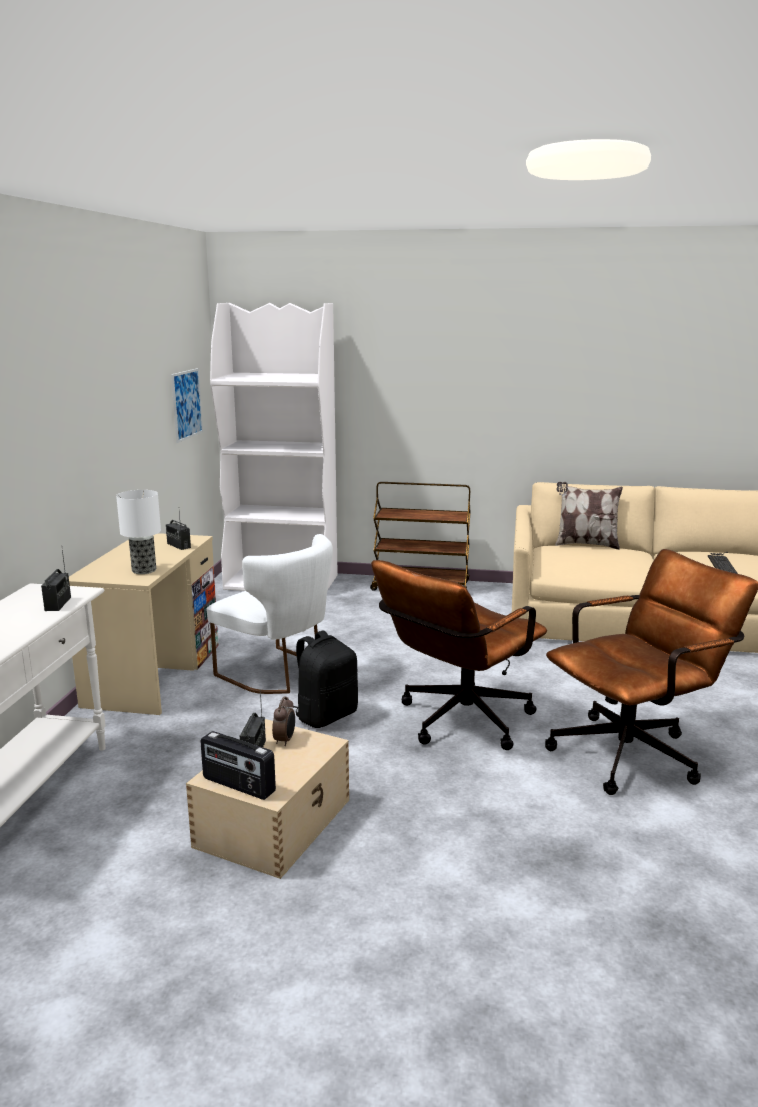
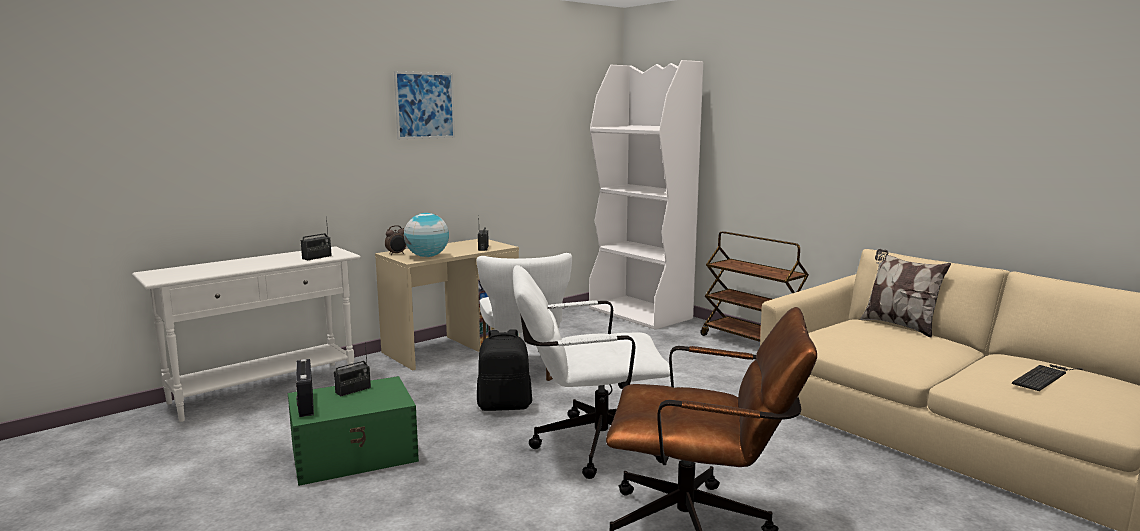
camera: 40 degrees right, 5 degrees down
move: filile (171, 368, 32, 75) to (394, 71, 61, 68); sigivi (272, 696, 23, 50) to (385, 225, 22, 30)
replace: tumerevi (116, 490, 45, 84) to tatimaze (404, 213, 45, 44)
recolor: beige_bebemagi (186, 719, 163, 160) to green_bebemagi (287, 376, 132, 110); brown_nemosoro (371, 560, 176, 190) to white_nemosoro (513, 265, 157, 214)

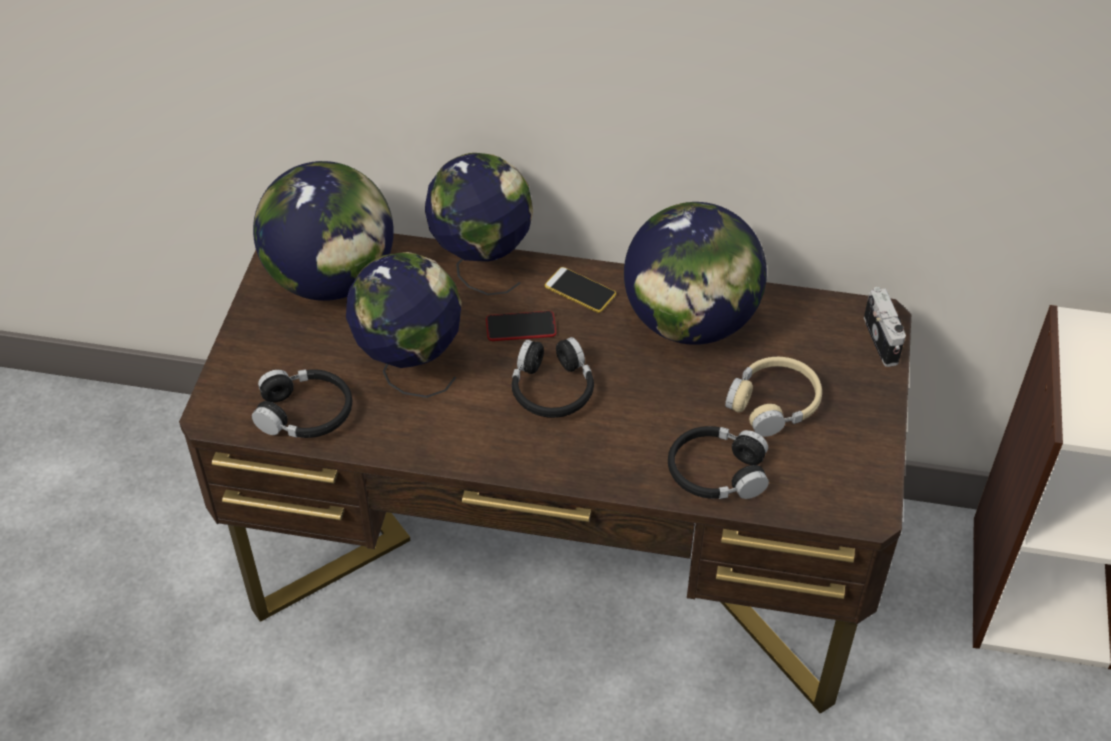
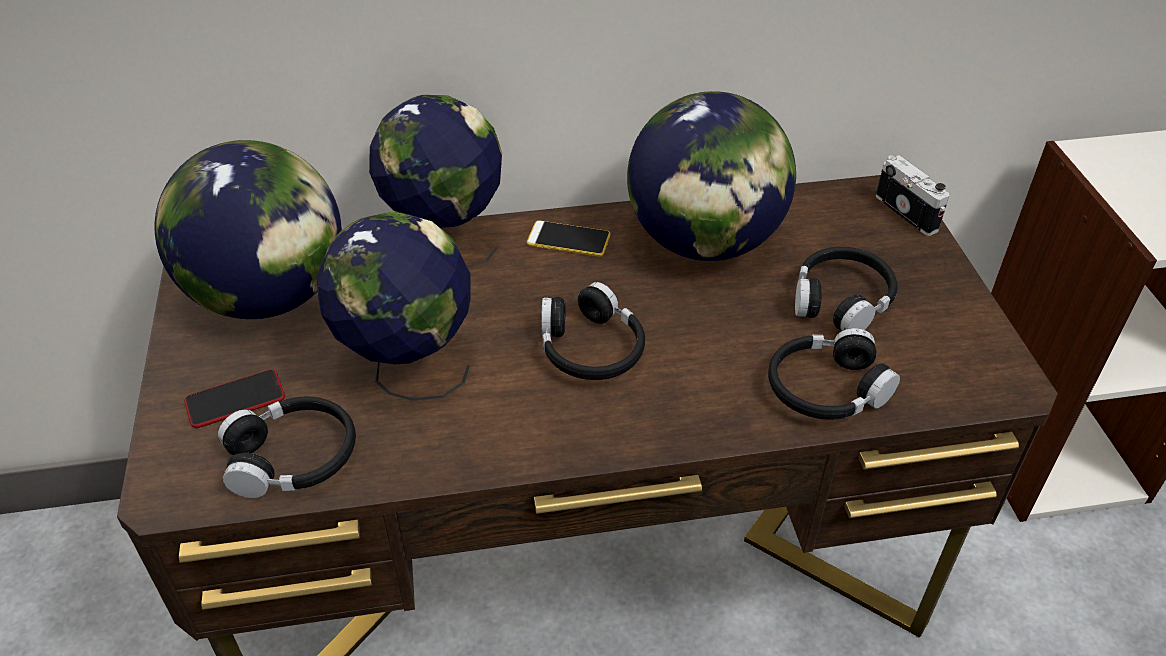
camera: 20 degrees left, 5 degrees down
move: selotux (486, 311, 70, 30) to (184, 369, 101, 59)
recolor: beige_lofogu (725, 357, 97, 80) to black_lofogu (795, 247, 103, 84)

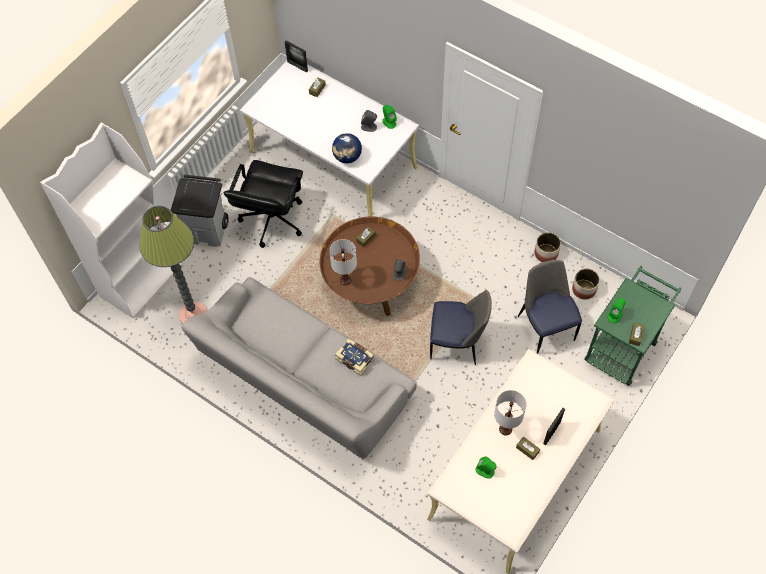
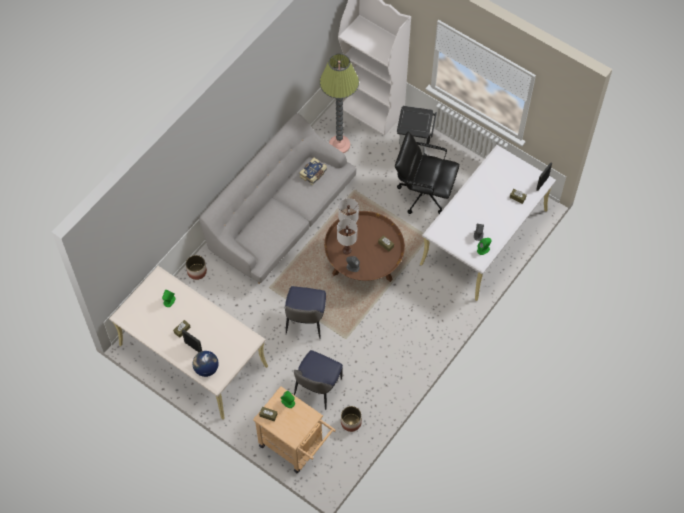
camera: 90 degrees right, 0 degrees up
move: tatimaze (332, 133, 30, 30) to (193, 351, 26, 26); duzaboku (335, 339, 39, 37) to (299, 158, 28, 27); white_tumerevi (494, 390, 33, 45) to (337, 219, 20, 36); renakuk (534, 233, 27, 29) to (186, 255, 21, 25)
recolor: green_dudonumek (584, 266, 97, 120) to beige_dudonumek (253, 386, 83, 87)
rotate: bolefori (518, 260, 64, 94) = (294, 350, 49, 60) 135 degrees clockwise

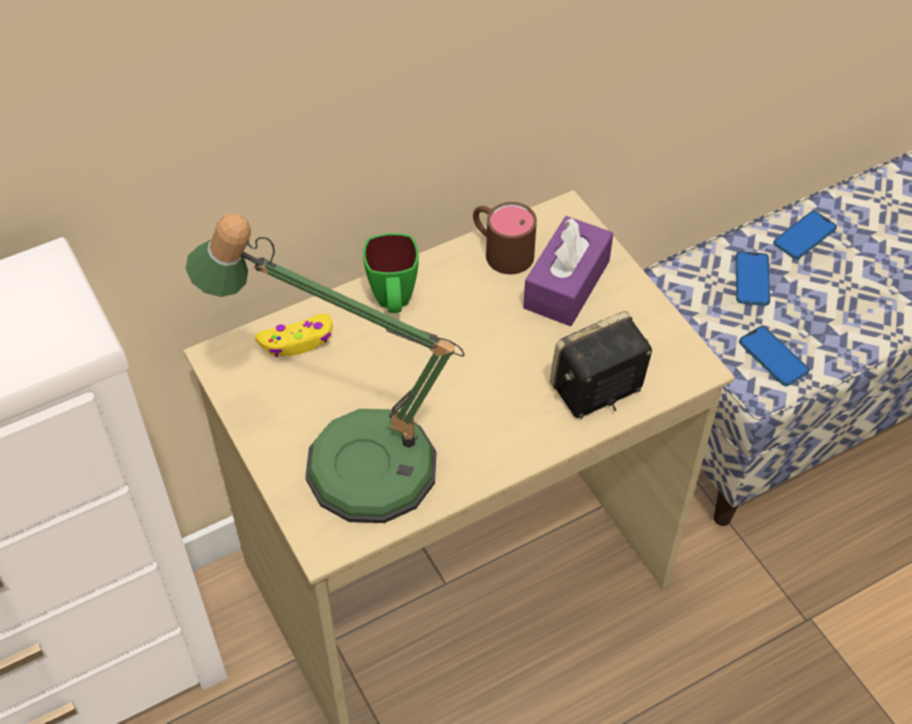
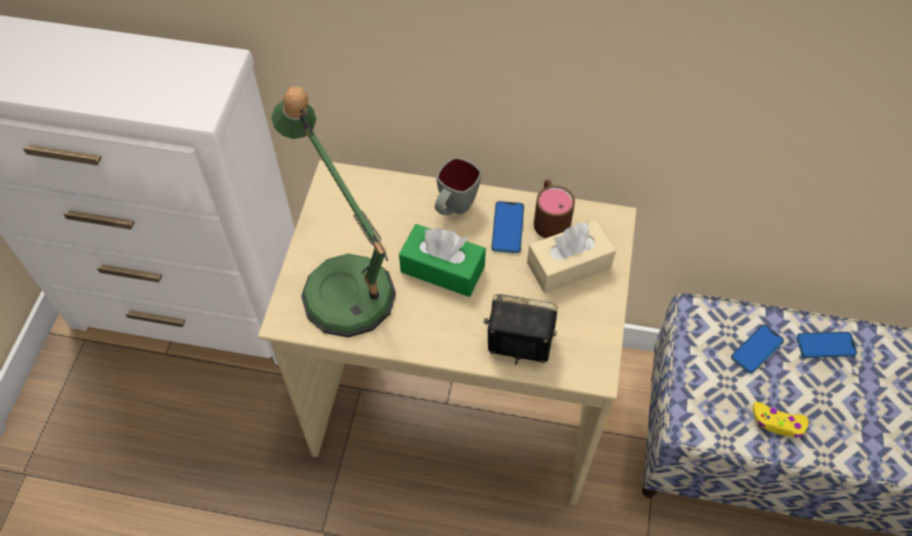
camera: 40 degrees right, 5 degrees up
insert: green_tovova (399, 224, 87, 73)
move: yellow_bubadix (255, 314, 78, 43) to (753, 402, 56, 36); selotux (739, 326, 70, 60) to (491, 201, 33, 52)
recolor: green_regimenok (363, 233, 56, 80) to grey_regimenok (435, 158, 46, 57); purple_tovova (523, 216, 90, 110) to beige_tovova (527, 220, 89, 73)

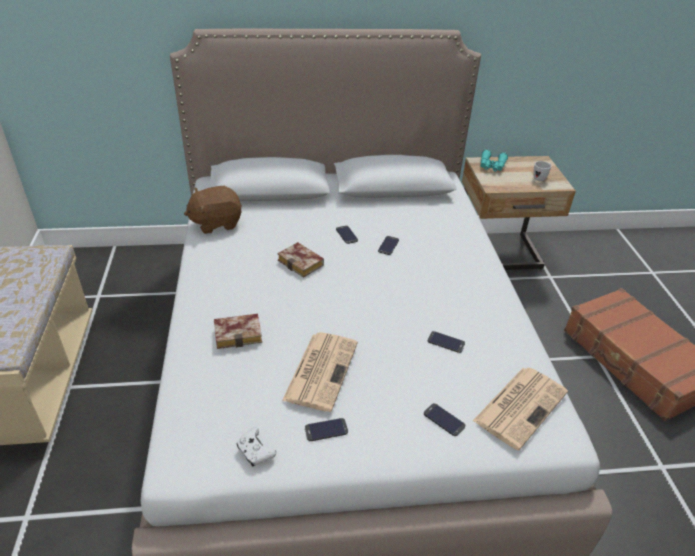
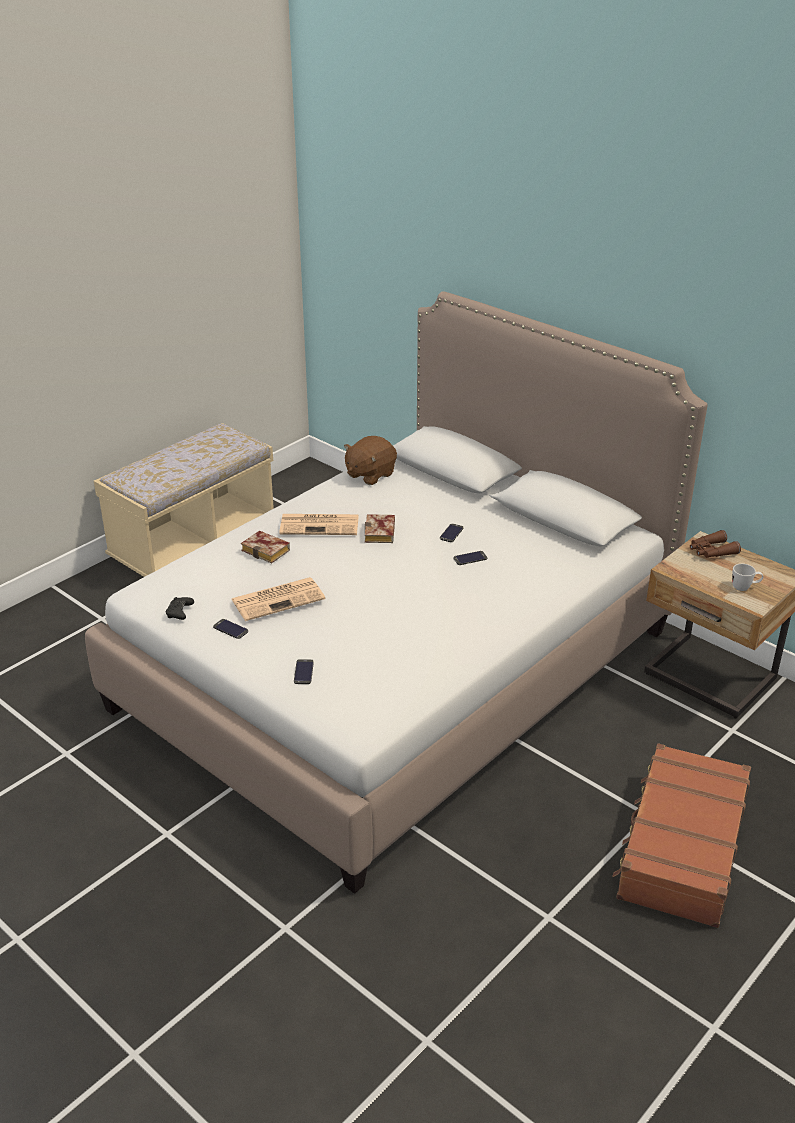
camera: 50 degrees right, 5 degrees down
delete: selotux (428, 331, 37, 22)
move: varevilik (473, 367, 95, 83) to (279, 514, 80, 21)
recolor: white_bubadix (237, 427, 39, 40) to black_bubadix (166, 597, 28, 23); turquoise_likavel (481, 149, 27, 23) to brown_likavel (690, 530, 51, 28)
rotate: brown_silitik (184, 186, 58, 48) = (344, 436, 53, 49) 75 degrees counterclockwise

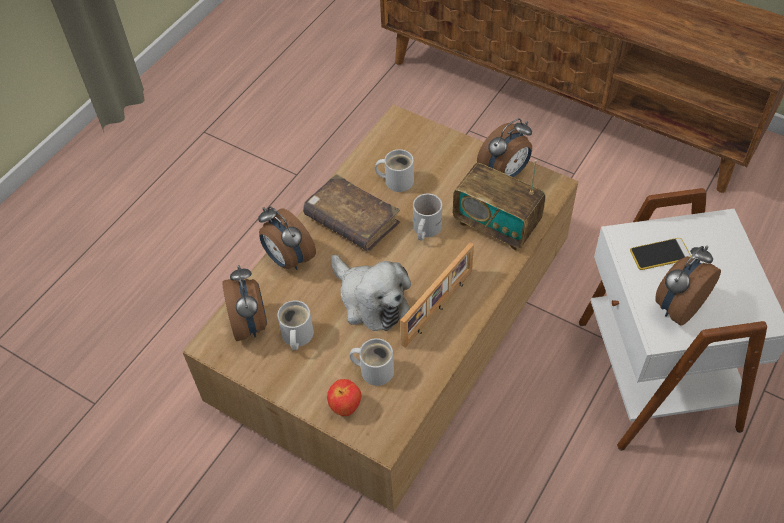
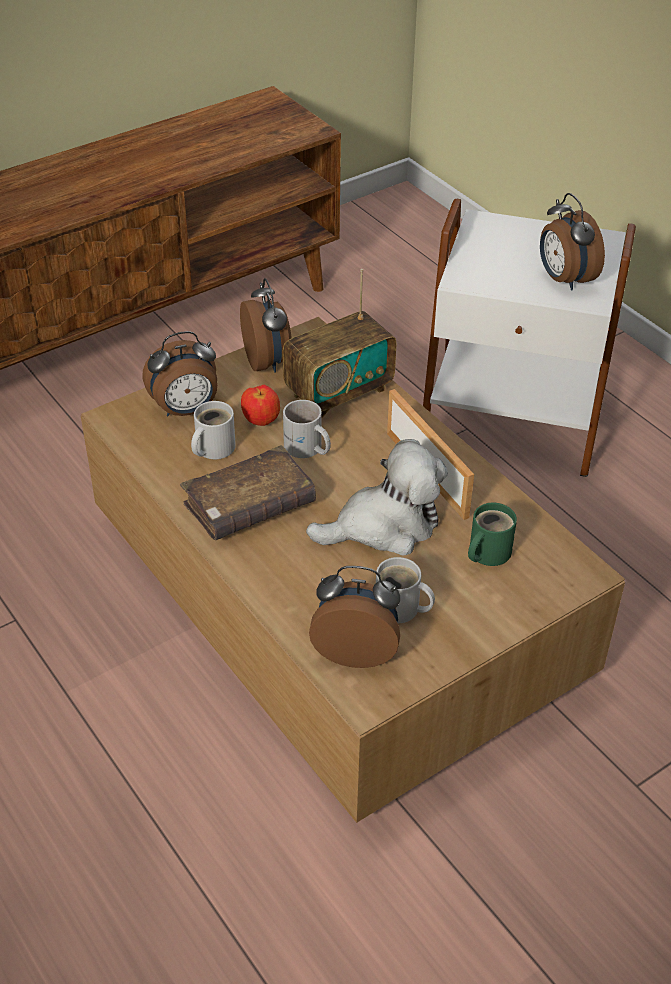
camera: 70 degrees left, 10 degrees down
delete: selotux (630, 238, 61, 32)
move: sigivi (258, 206, 58, 64) to (142, 331, 75, 85); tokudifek (327, 379, 34, 37) to (241, 385, 39, 41)
recolor: white_regimenok (349, 338, 45, 48) to green_regimenok (468, 503, 49, 63)

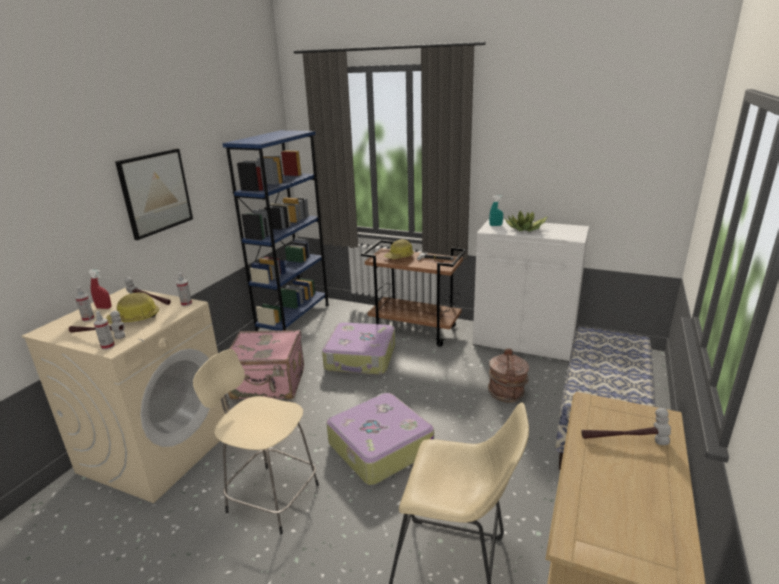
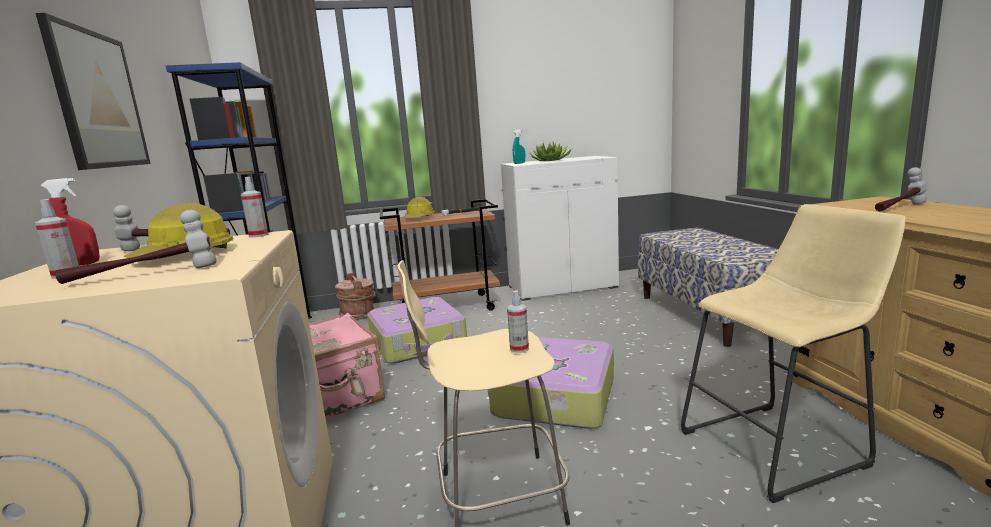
camera: 35 degrees left, 10 degrees down
move: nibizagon (94, 311, 21, 39) to (507, 290, 22, 63); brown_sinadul (488, 349, 41, 54) to (335, 273, 41, 47)

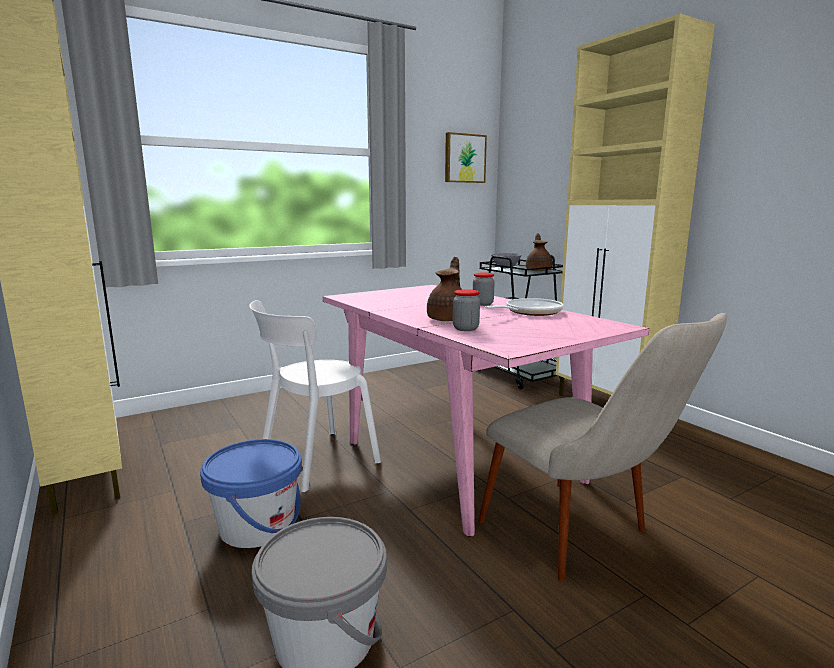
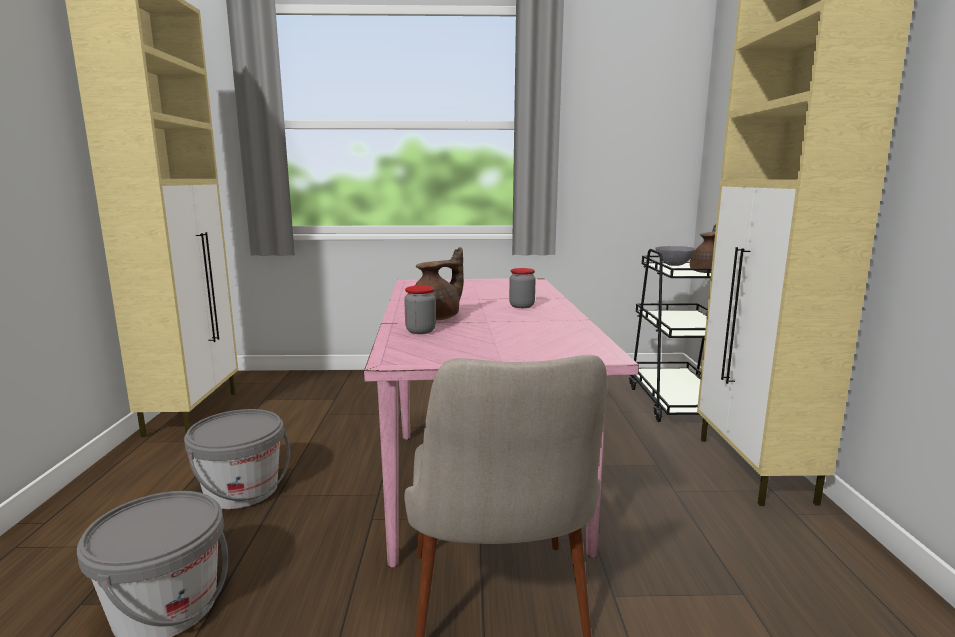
camera: 30 degrees right, 0 degrees up
delete: white_bolefori (249, 300, 132, 192); filile (445, 132, 42, 51); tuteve (485, 298, 79, 18)
recolor: blue_sinadul (200, 439, 102, 109) to grey_sinadul (184, 409, 106, 100)

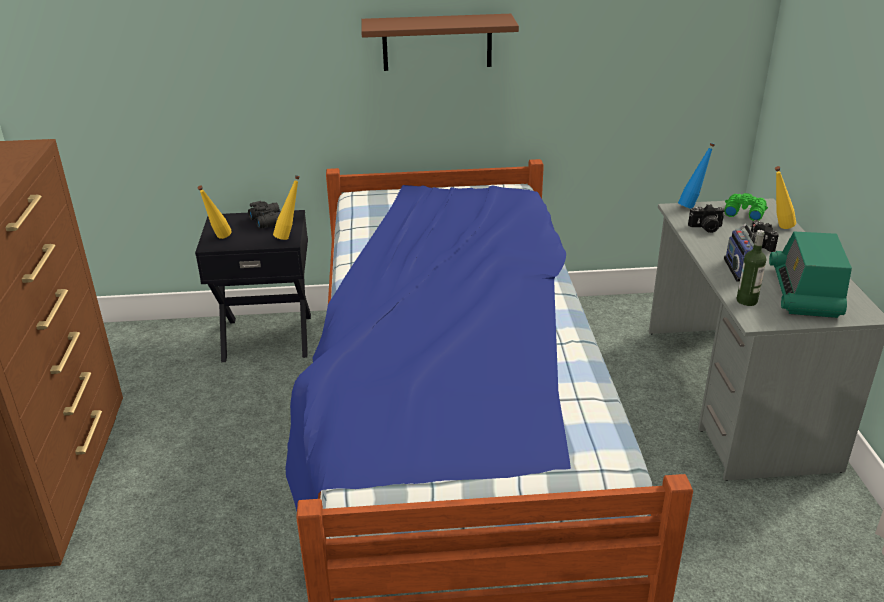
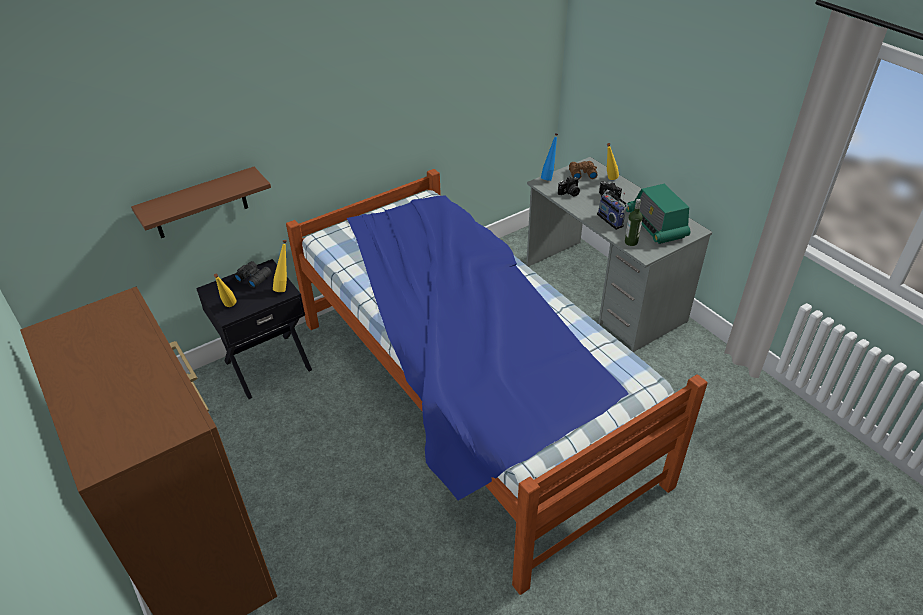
camera: 30 degrees left, 10 degrees up
move: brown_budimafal (361, 14, 158, 57) to (131, 167, 140, 71)
recolor: green_likavel (724, 193, 44, 28) to brown_likavel (569, 161, 28, 18)

